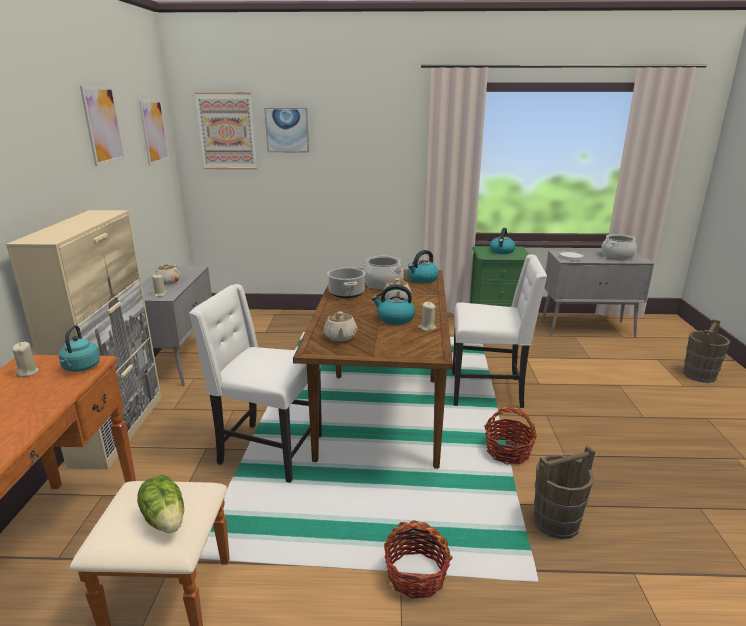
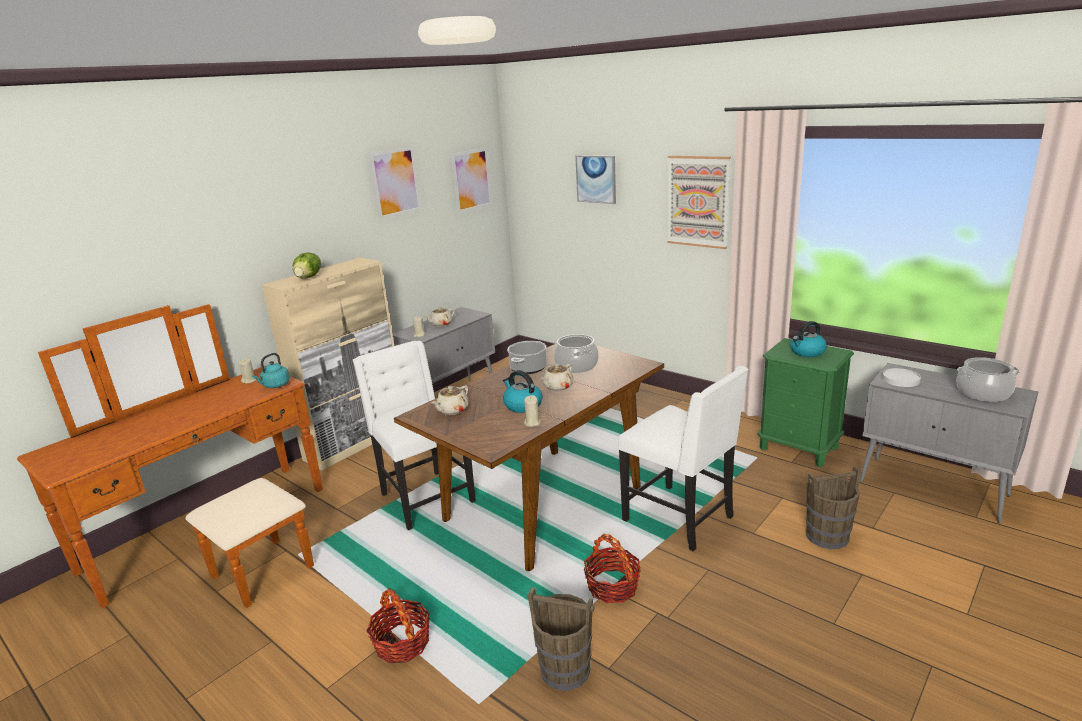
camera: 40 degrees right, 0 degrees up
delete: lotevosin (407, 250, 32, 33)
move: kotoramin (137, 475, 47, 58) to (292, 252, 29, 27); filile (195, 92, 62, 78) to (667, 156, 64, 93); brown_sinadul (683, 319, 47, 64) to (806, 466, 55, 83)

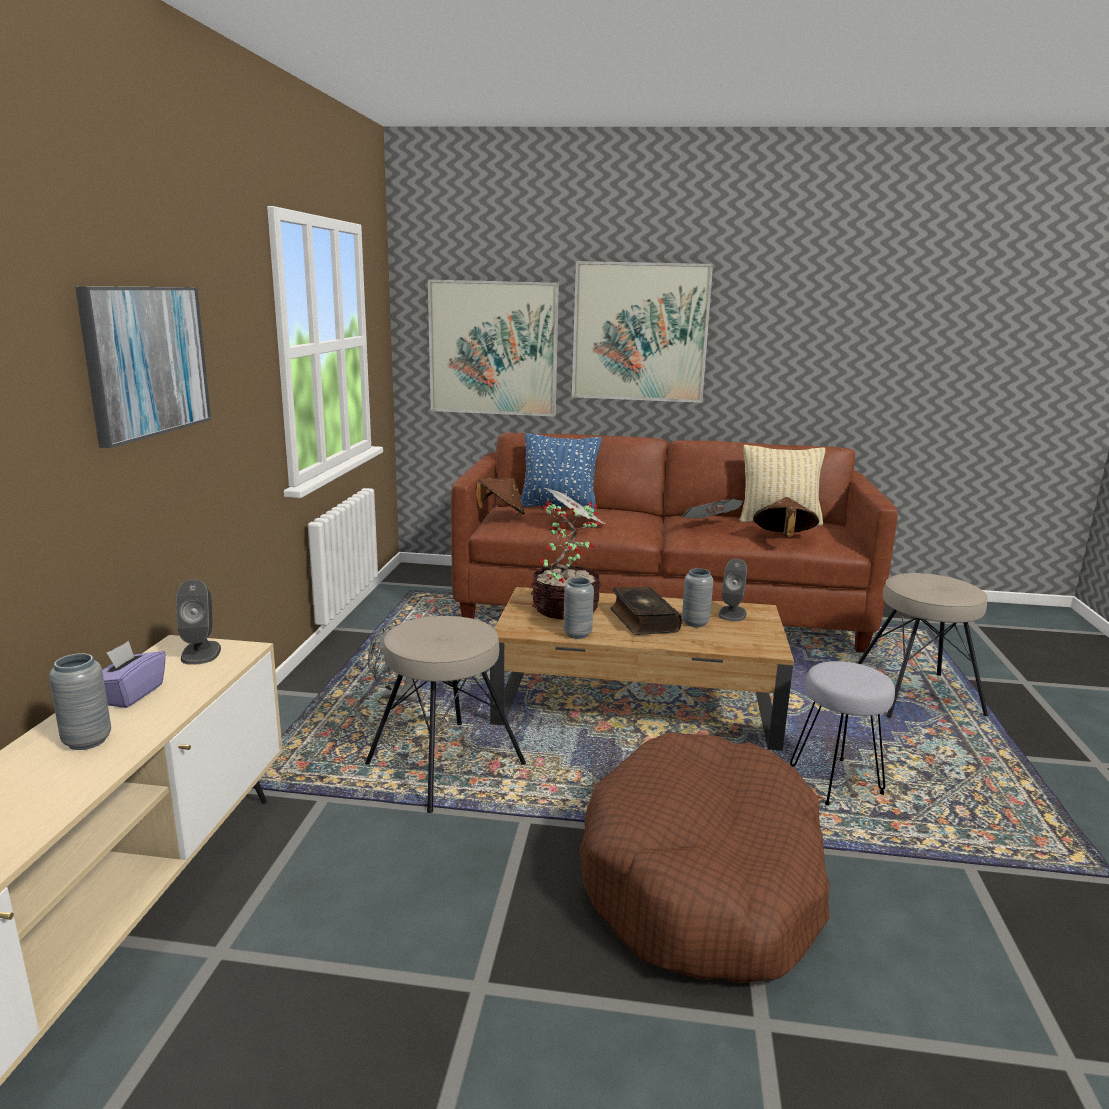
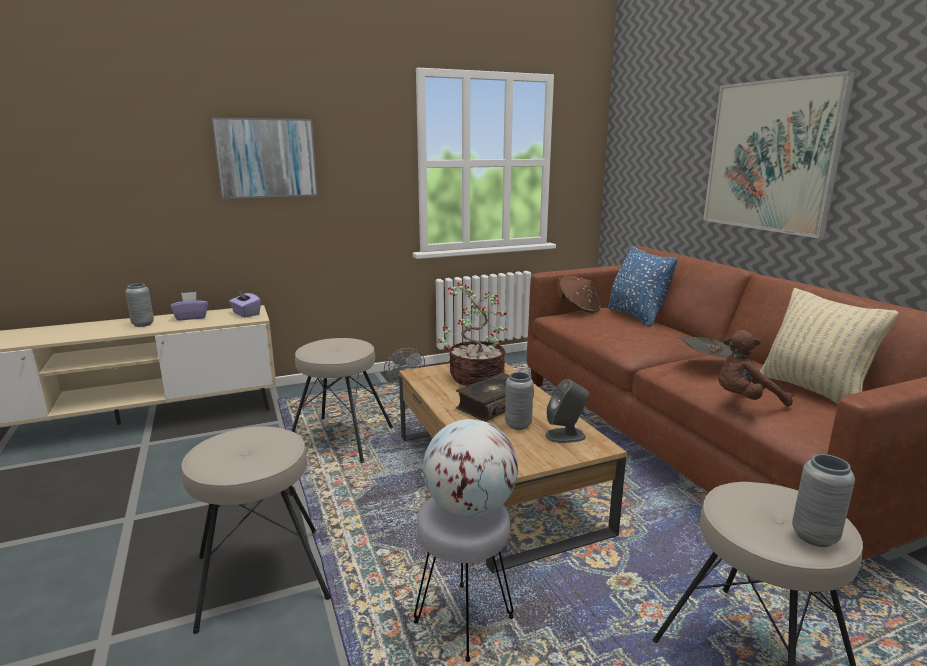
camera: 60 degrees right, 0 degrees up
delete: filile (428, 279, 131, 138); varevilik (545, 488, 60, 36)
insert: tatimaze (423, 419, 95, 98)
move: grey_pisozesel (563, 577, 31, 62) to (792, 454, 63, 93)
replace: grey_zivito (176, 579, 45, 86) to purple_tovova (229, 290, 32, 28); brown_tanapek (580, 732, 250, 251) to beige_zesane (182, 427, 148, 207); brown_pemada (753, 497, 66, 40) to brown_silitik (718, 330, 75, 76)

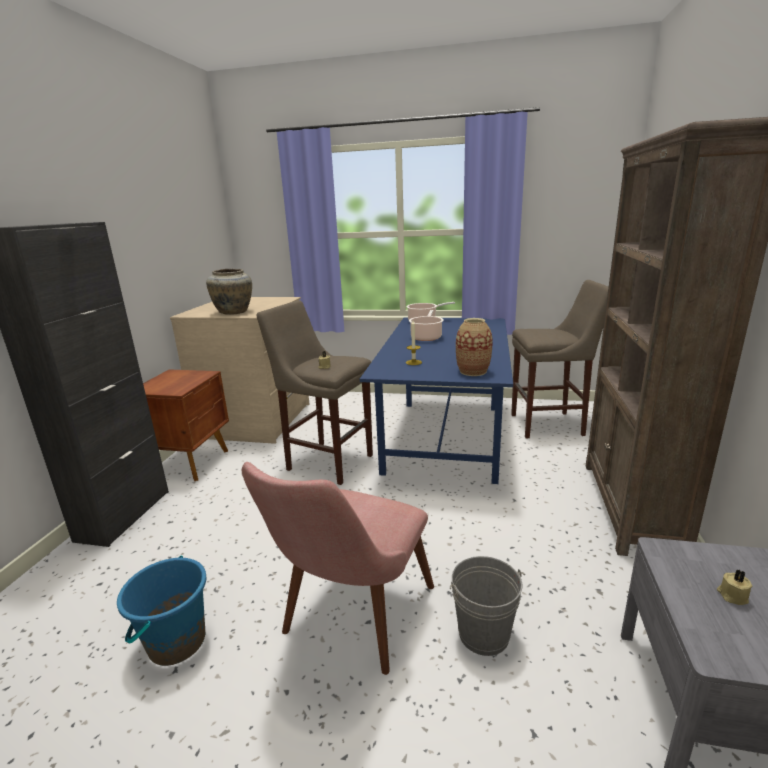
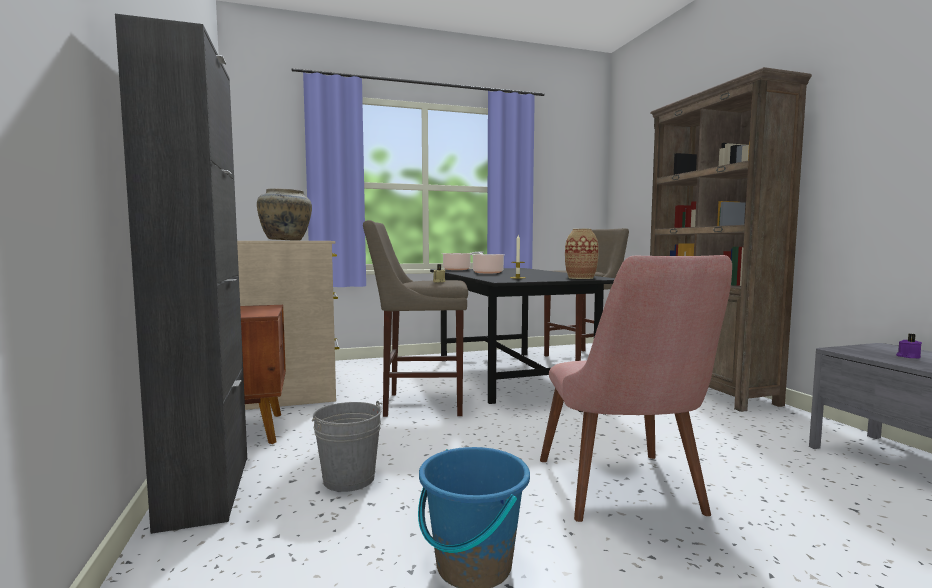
camera: 30 degrees left, 15 degrees down
move: grey_sinadul (450, 556, 75, 100) to (312, 400, 71, 92)
recolor: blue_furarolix (360, 317, 153, 167) to black_furarolix (430, 268, 185, 136); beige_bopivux (717, 569, 35, 36) to purple_bopivux (896, 334, 26, 24)

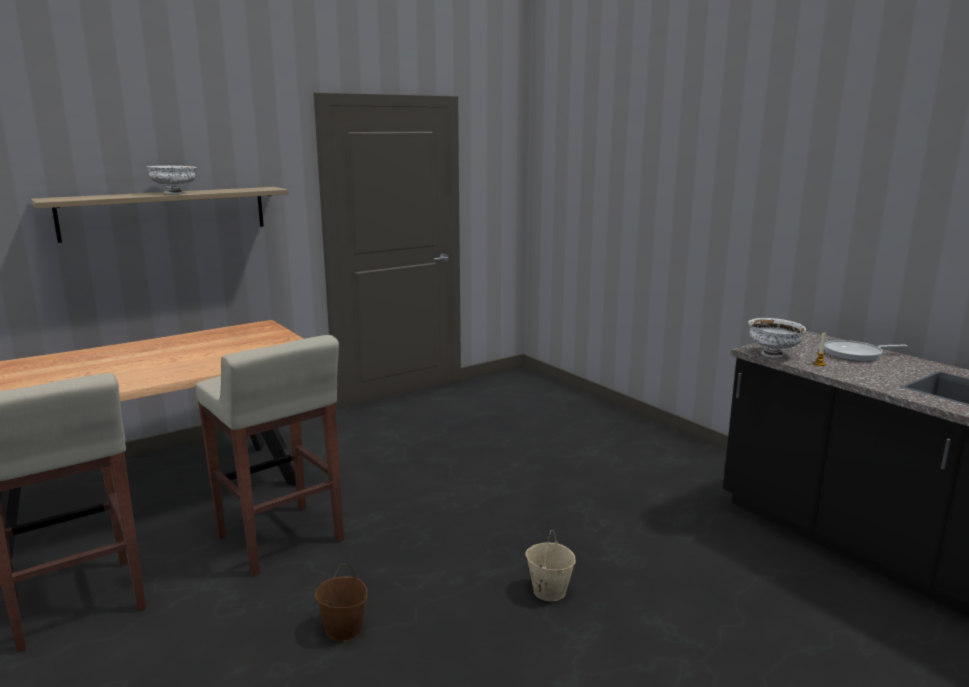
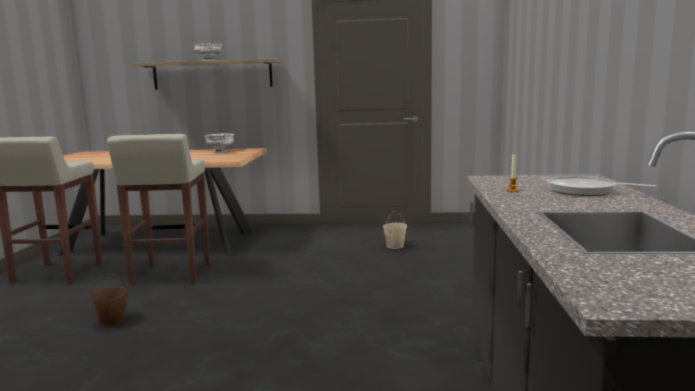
camera: 40 degrees right, 5 degrees down
move: beige_sinadul (525, 530, 51, 71) to (383, 211, 24, 38); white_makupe (749, 318, 57, 40) to (204, 133, 30, 19)

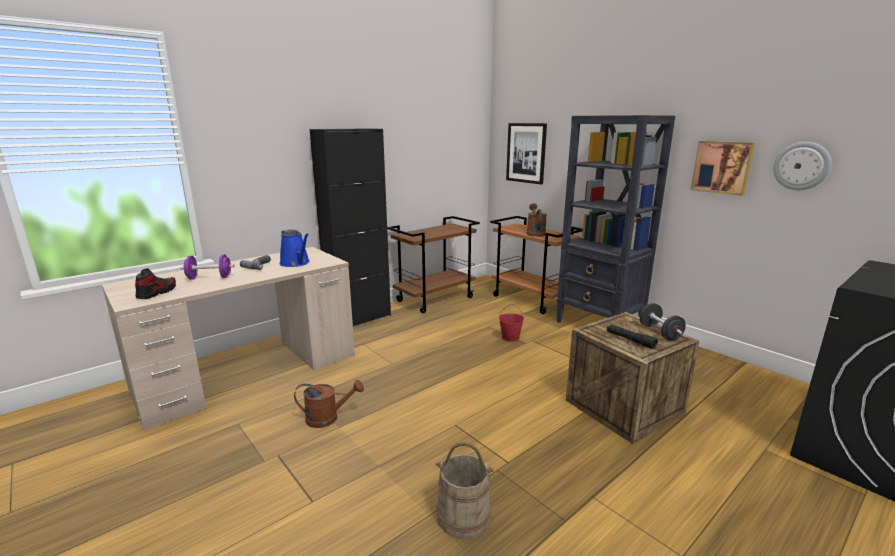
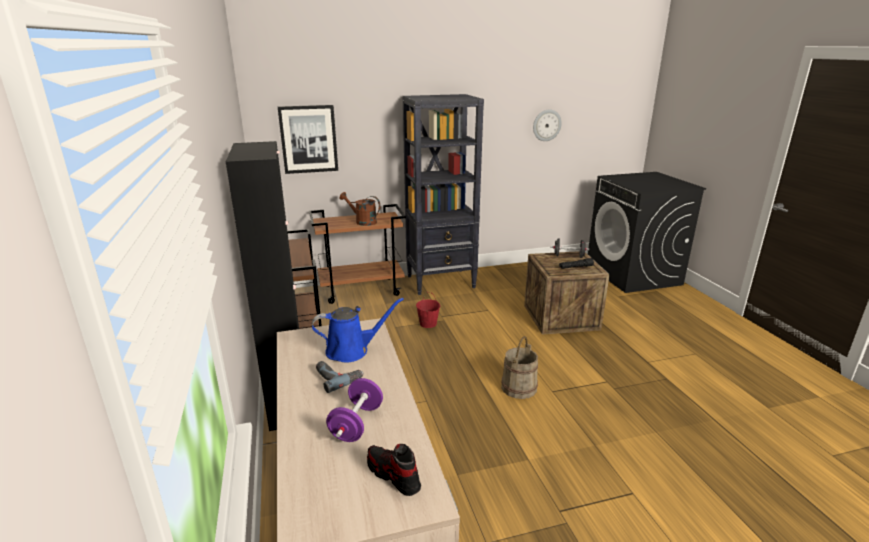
camera: 65 degrees left, 5 degrees up
delete: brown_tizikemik (294, 380, 70, 48); filile (691, 141, 65, 55)
move: beige_sinadul (435, 442, 59, 97) to (501, 336, 37, 63)

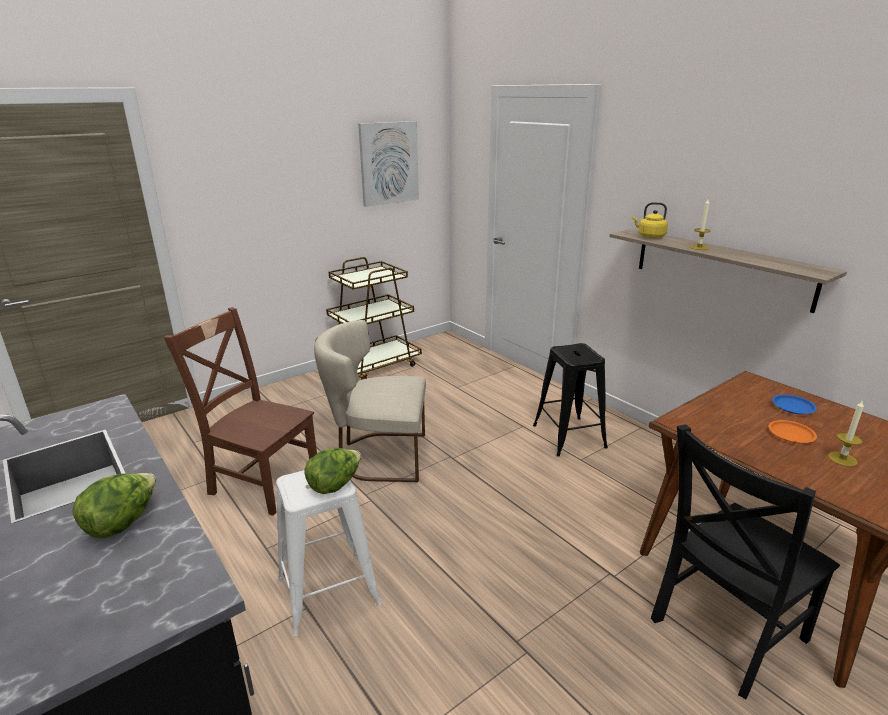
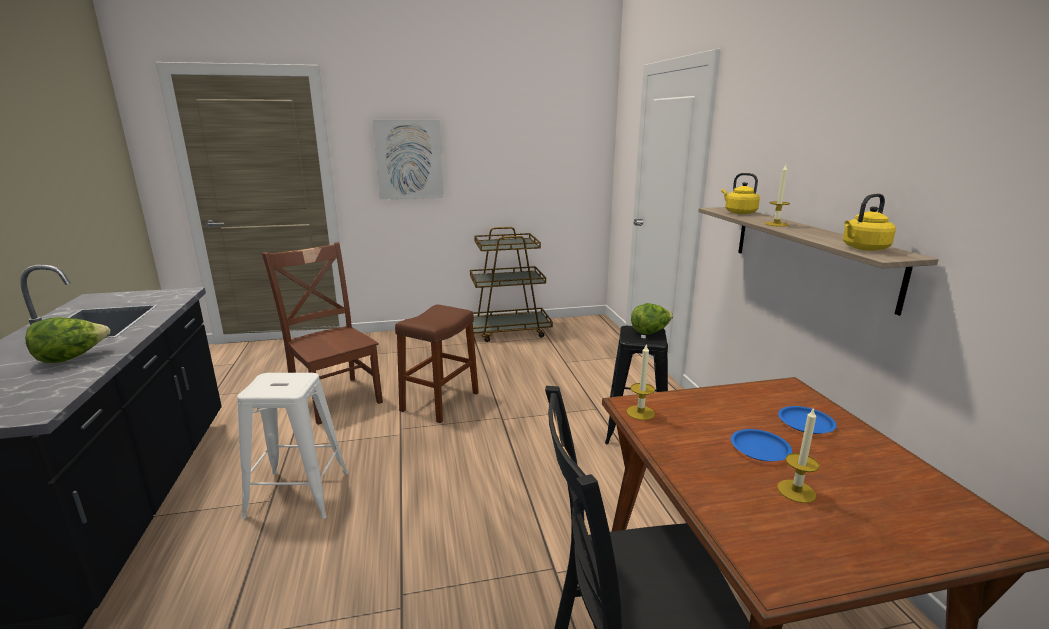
camera: 25 degrees right, 5 degrees down
insert: bopivux (627, 343, 28, 77); yellow_lotevosin (843, 193, 53, 58)
move: kotoramin (305, 448, 56, 46) to (631, 303, 42, 31); filile (358, 121, 61, 86) to (373, 120, 71, 80)
replace: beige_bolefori (314, 320, 112, 162) to brown_zesane (395, 305, 84, 118)
recolor: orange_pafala (769, 420, 48, 23) to blue_pafala (731, 429, 61, 32)

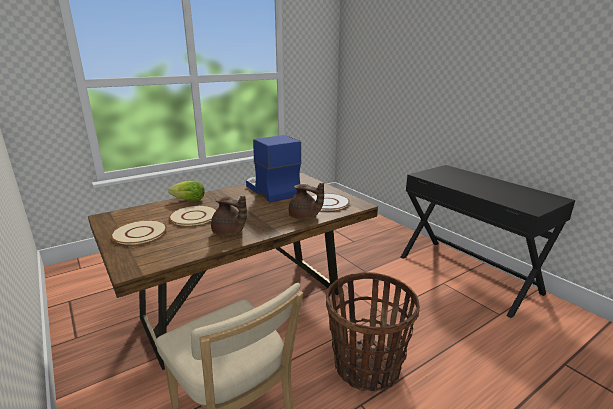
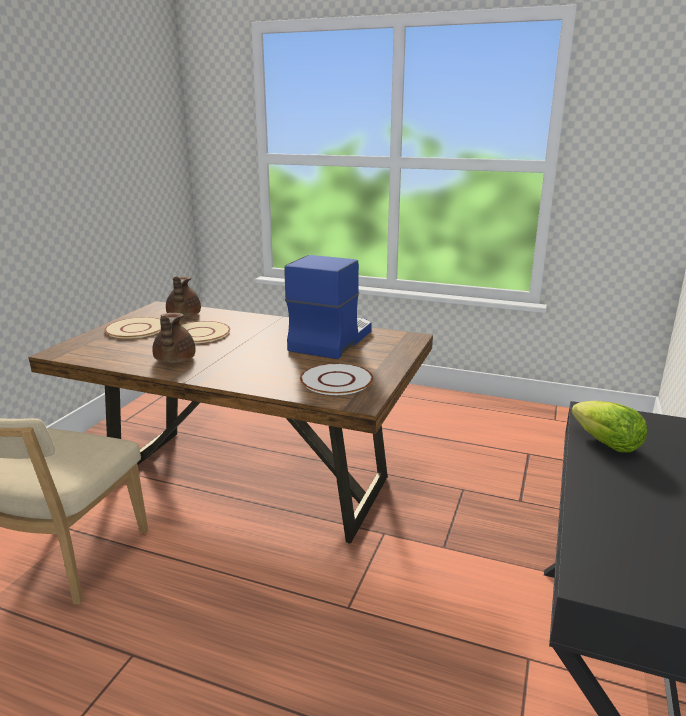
camera: 55 degrees right, 0 degrees up
delete: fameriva (326, 272, 94, 119)
move: kotoramin (168, 180, 37, 21) to (571, 401, 76, 52); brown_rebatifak (289, 183, 35, 37) to (166, 276, 35, 41)

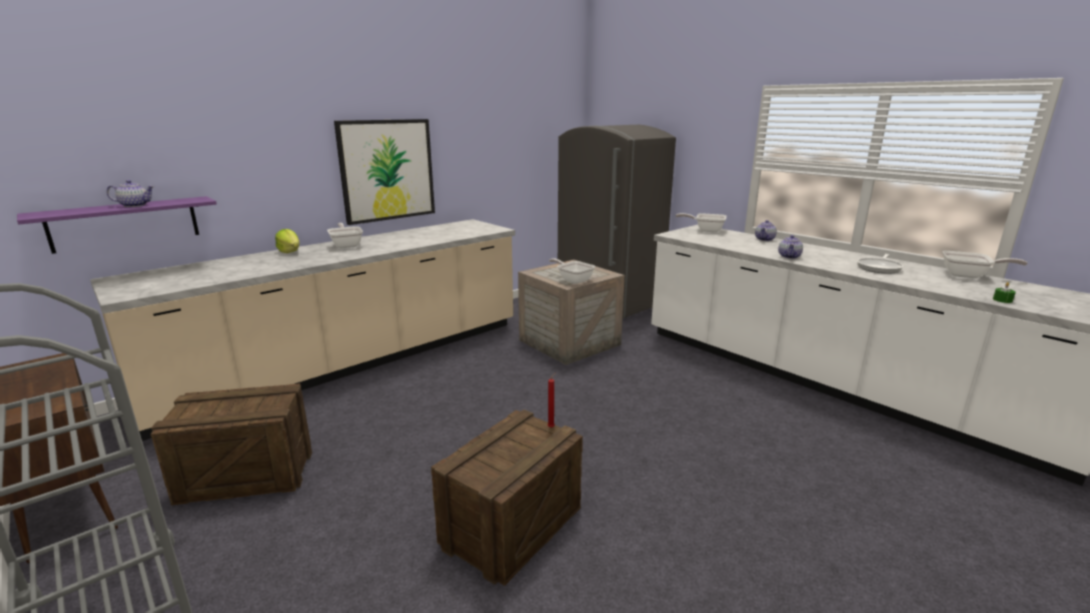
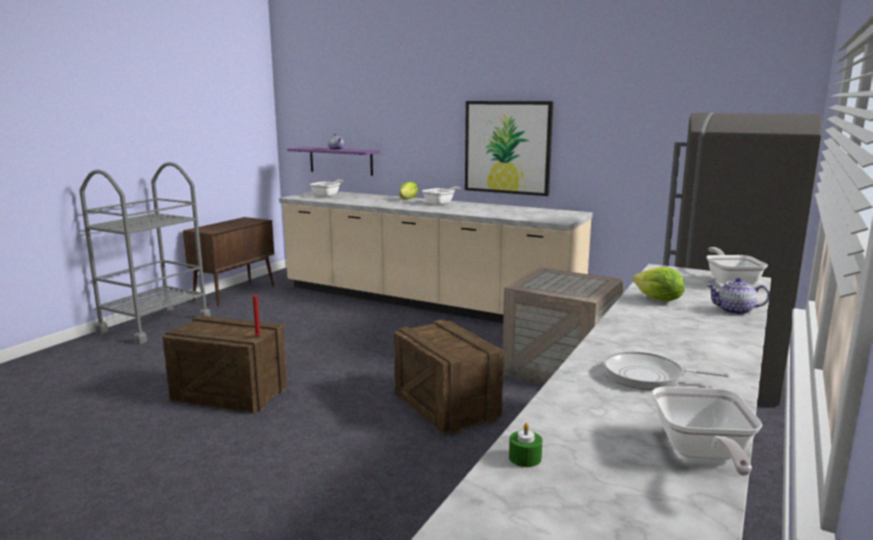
camera: 70 degrees right, 5 degrees down
delete: rebatifak (778, 235, 25, 24)
insert: kotoramin (633, 267, 52, 34)
move: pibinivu (150, 383, 162, 122) to (393, 320, 111, 115); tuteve (549, 258, 46, 26) to (310, 179, 34, 18)

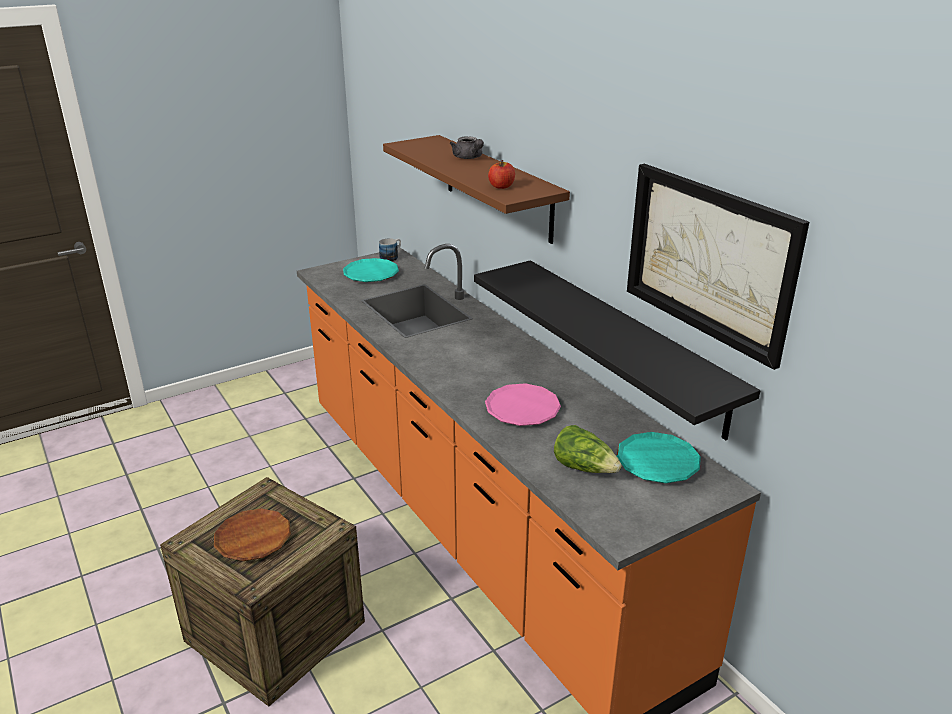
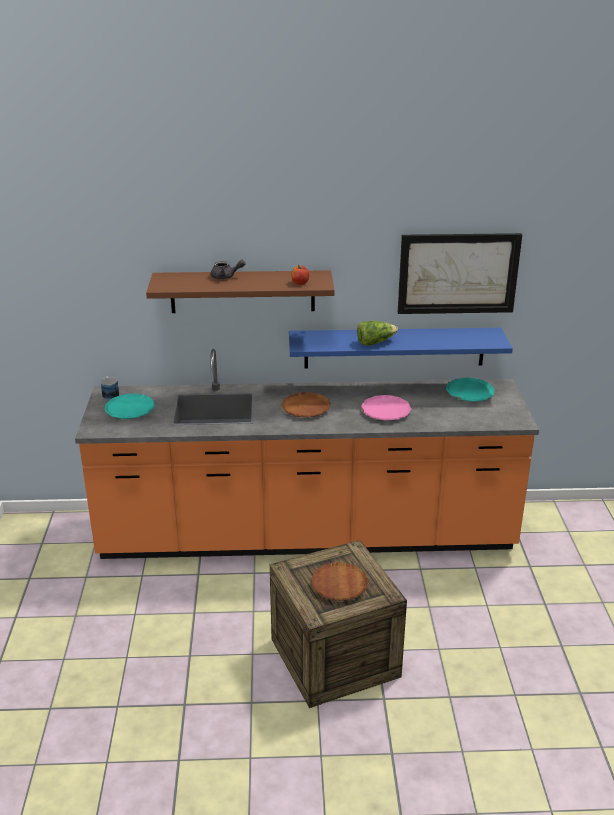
camera: 60 degrees left, 0 degrees up
insert: brown_pafala (281, 392, 50, 26)
move: kotoramin (554, 425, 68, 48) to (357, 321, 41, 24)
recolor: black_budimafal (474, 260, 287, 180) to blue_budimafal (289, 328, 224, 40)

